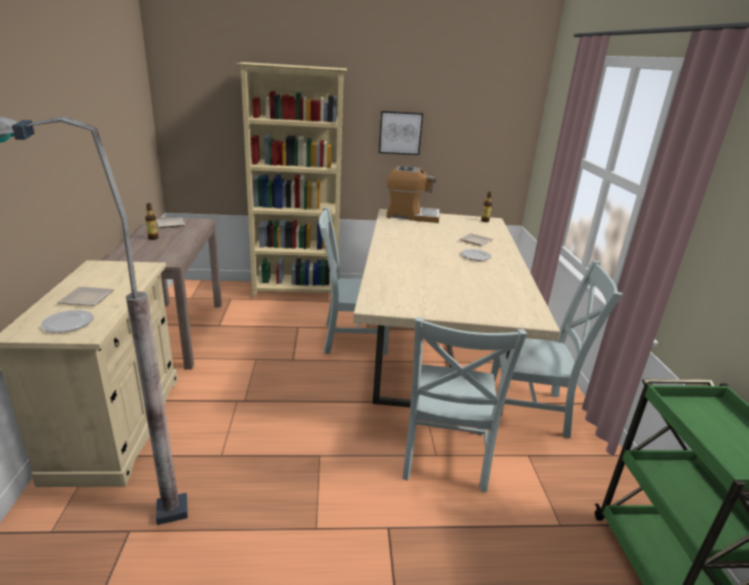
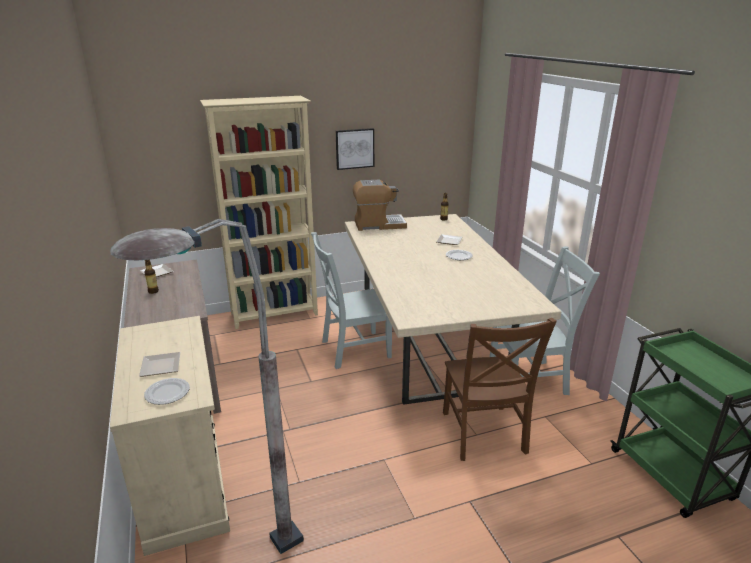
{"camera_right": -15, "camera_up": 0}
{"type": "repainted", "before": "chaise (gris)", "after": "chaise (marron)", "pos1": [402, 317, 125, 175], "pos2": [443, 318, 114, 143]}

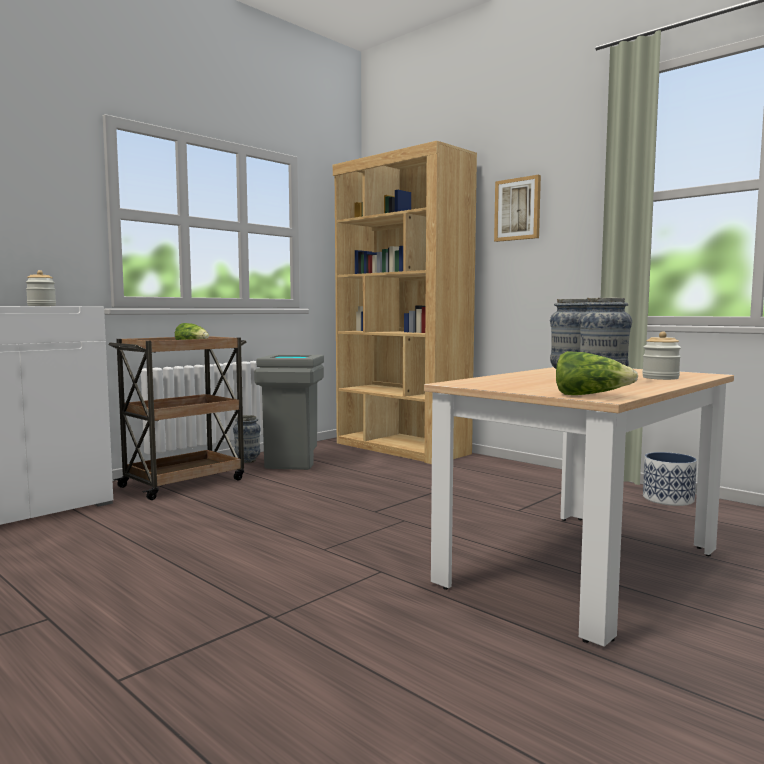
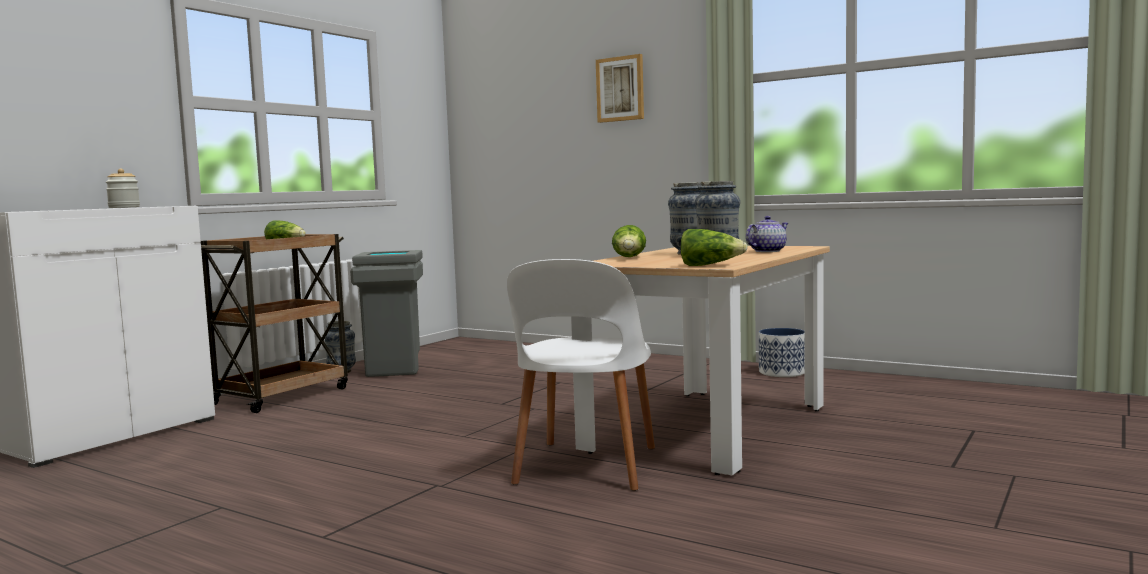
{"camera_right": -10, "camera_up": 0}
{"type": "gone", "before": "bibliothèque (marron)", "pos1": [333, 141, 144, 323]}
{"type": "swapped", "before": "bocal", "after": "théière", "pos1": [642, 331, 39, 49], "pos2": [746, 216, 42, 36]}
{"type": "new", "after": "laitue", "pos2": [612, 225, 34, 32]}
{"type": "new", "after": "chaise (blanc)", "pos2": [507, 259, 148, 232]}

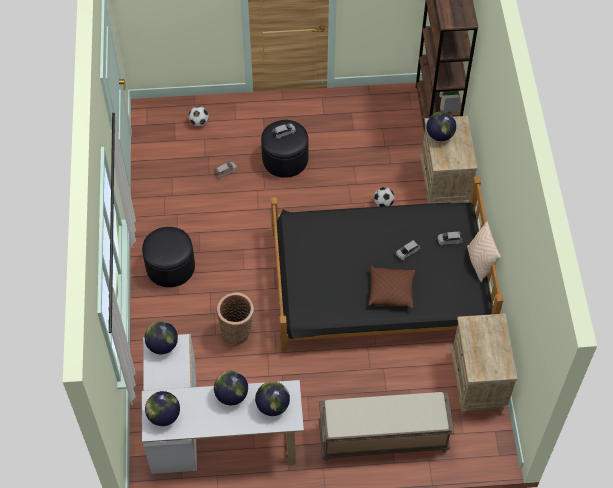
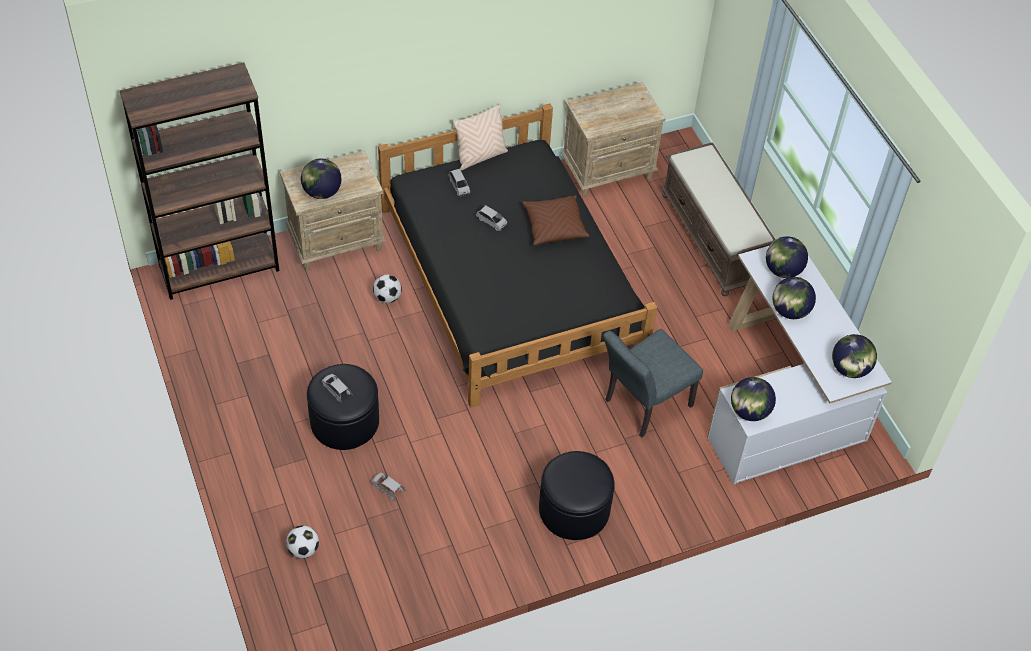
{"camera_right": -110, "camera_up": -5}
{"type": "swapped", "before": "panier", "after": "chaise (gris)", "pos1": [217, 293, 37, 53], "pos2": [603, 329, 100, 108]}

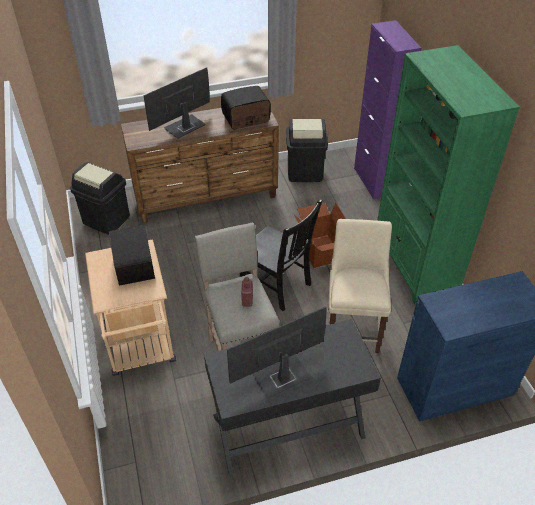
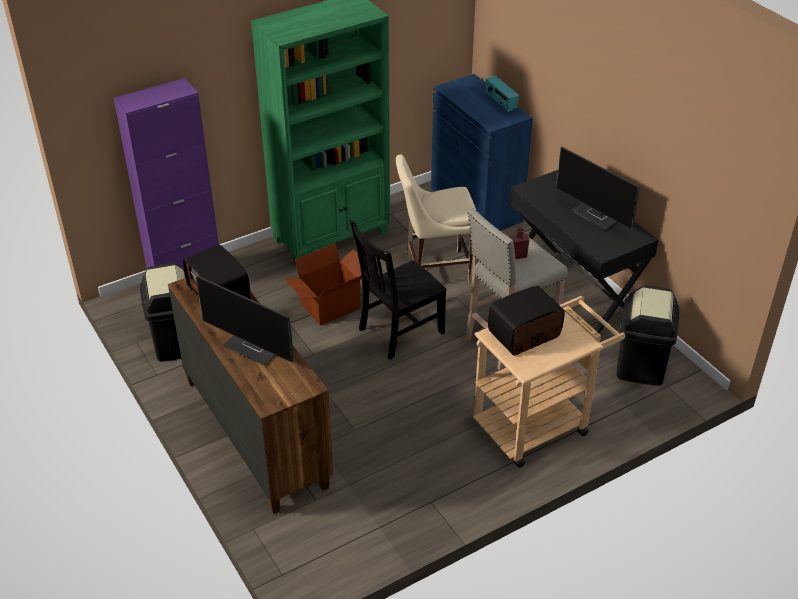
{"camera_right": -105, "camera_up": -5}
{"type": "shifted", "before": "poubelle (noir)", "pos1": [70, 162, 60, 73], "pos2": [616, 285, 63, 101]}
{"type": "rotated", "before": "chaise (noir)", "pos1": [240, 200, 83, 111], "pos2": [350, 220, 97, 140], "turn": -150}
{"type": "new", "after": "radio", "pos2": [486, 76, 33, 36]}

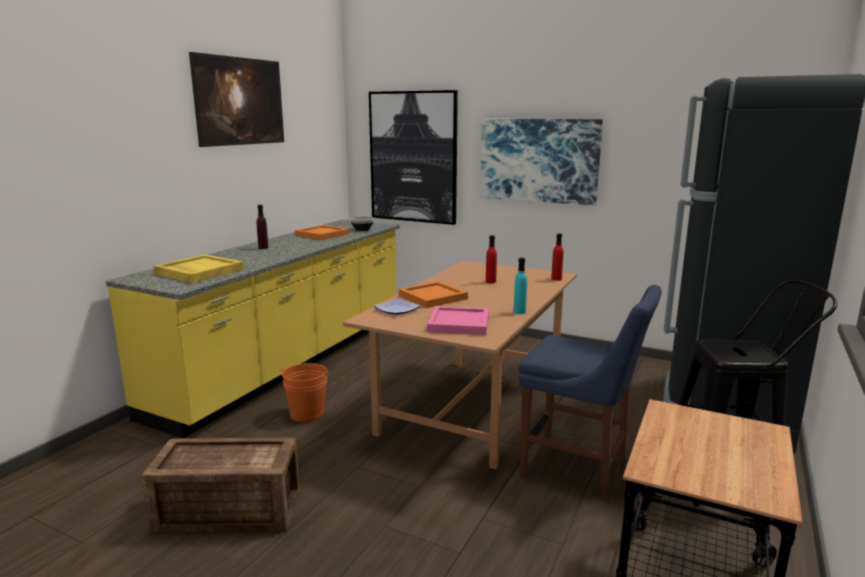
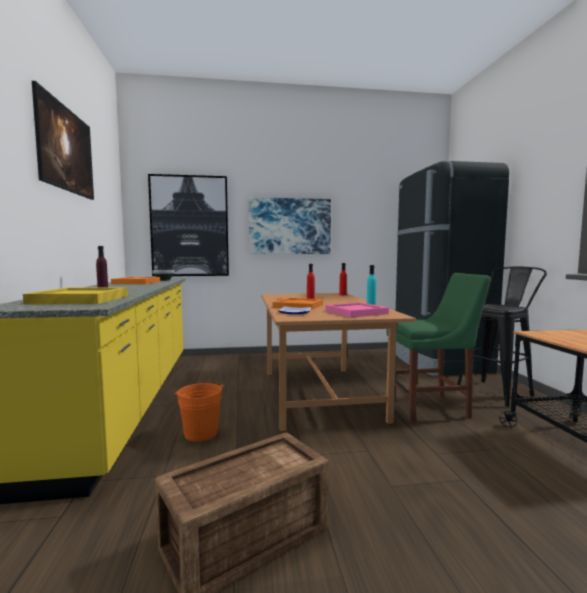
{"camera_right": -35, "camera_up": -10}
{"type": "repainted", "before": "chaise (bleu)", "after": "chaise (vert)", "pos1": [519, 285, 142, 215], "pos2": [386, 273, 105, 148]}

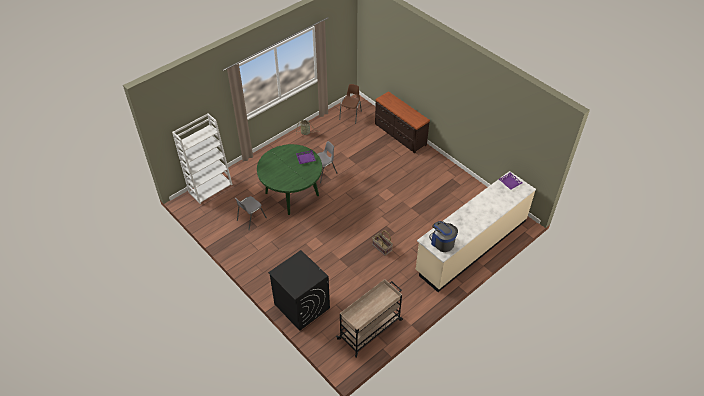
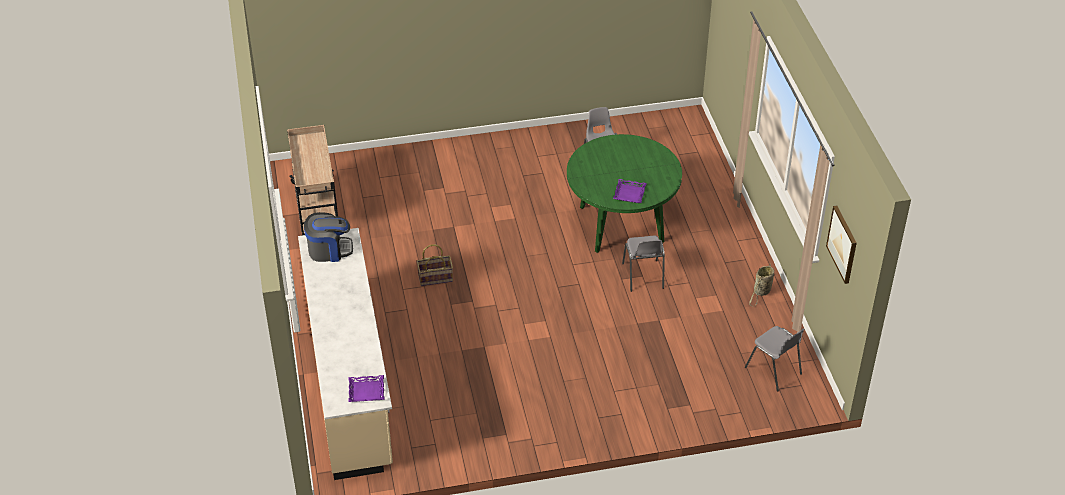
{"camera_right": 120, "camera_up": -5}
{"type": "repainted", "before": "chaise (marron)", "after": "chaise (gris)", "pos1": [339, 84, 23, 40], "pos2": [745, 326, 60, 65]}
{"type": "gone", "before": "commode (marron)", "pos1": [375, 91, 55, 62]}
{"type": "gone", "before": "bibliothèque (blanc)", "pos1": [172, 113, 60, 91]}
{"type": "gone", "before": "lave-linge (noir)", "pos1": [268, 250, 62, 81]}
{"type": "new", "after": "tableau", "pos2": [826, 205, 31, 79]}

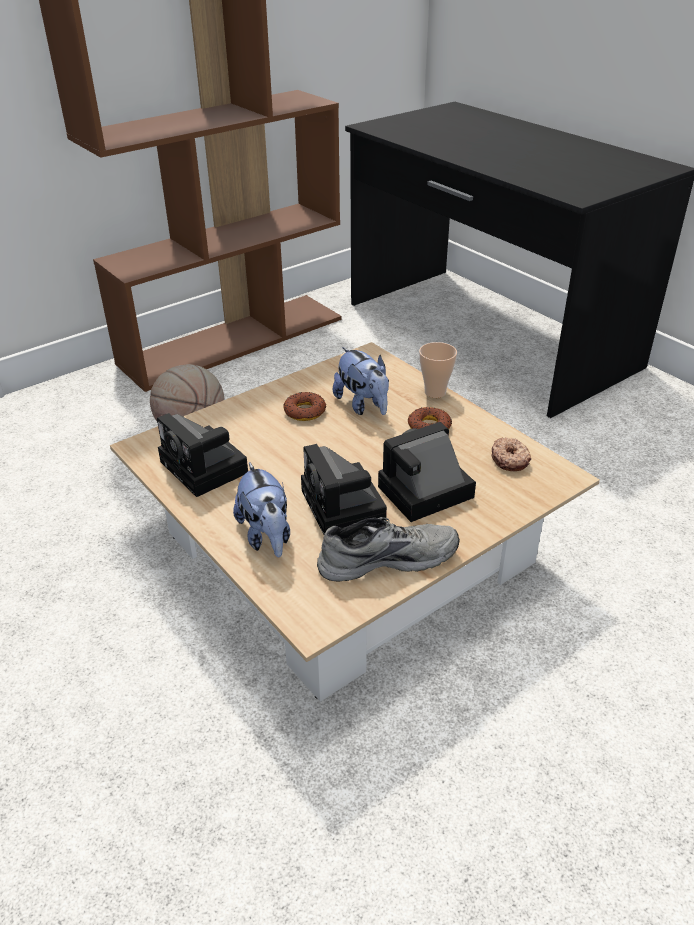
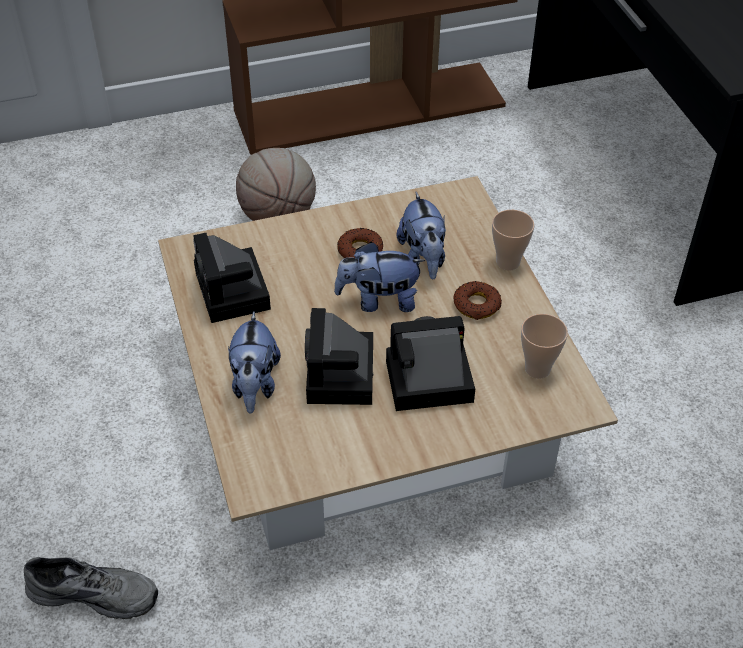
{"camera_right": 20, "camera_up": 10}
{"type": "swapped", "before": "beignet", "after": "tasse", "pos1": [491, 437, 40, 35], "pos2": [521, 314, 47, 65]}
{"type": "shifted", "before": "chaussure (gris)", "pos1": [317, 517, 143, 65], "pos2": [24, 557, 134, 62]}
{"type": "new", "after": "peluche", "pos2": [334, 242, 92, 70]}

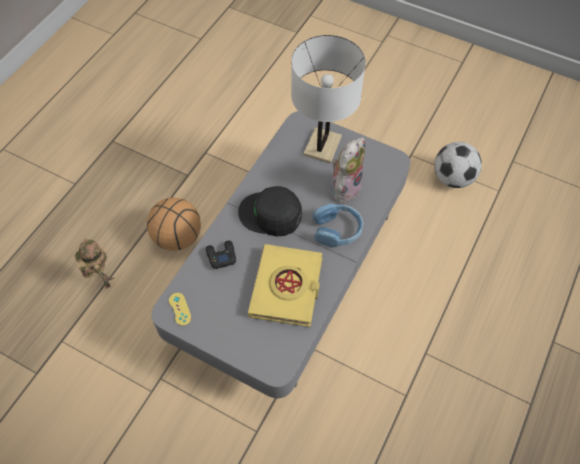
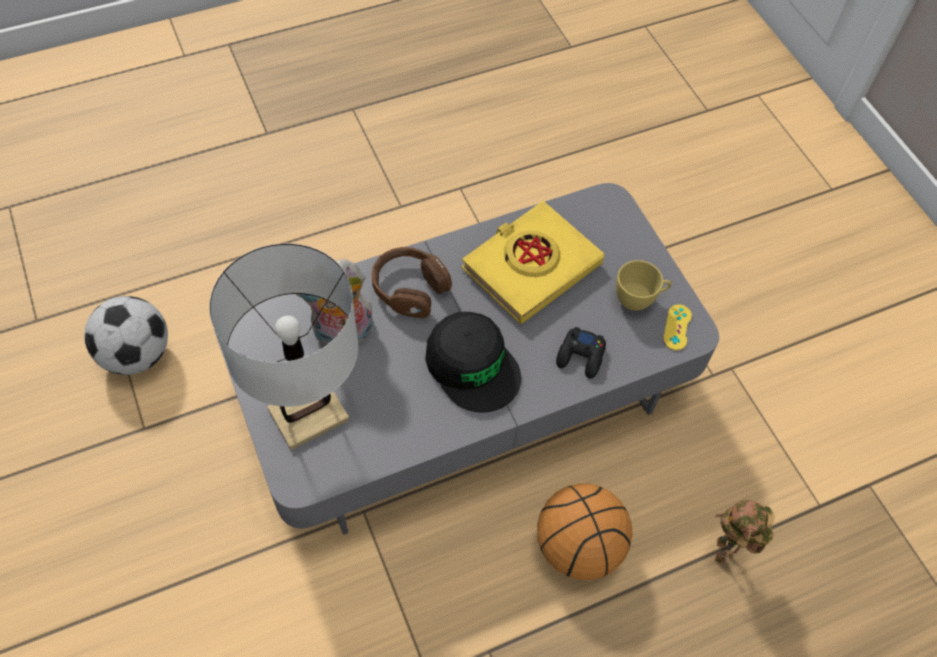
{"camera_right": -145, "camera_up": 0}
{"type": "repainted", "before": "casque audio (bleu)", "after": "casque audio (marron)", "pos1": [312, 203, 51, 44], "pos2": [372, 247, 80, 71]}
{"type": "new", "after": "tasse (jaune)", "pos2": [616, 260, 56, 51]}

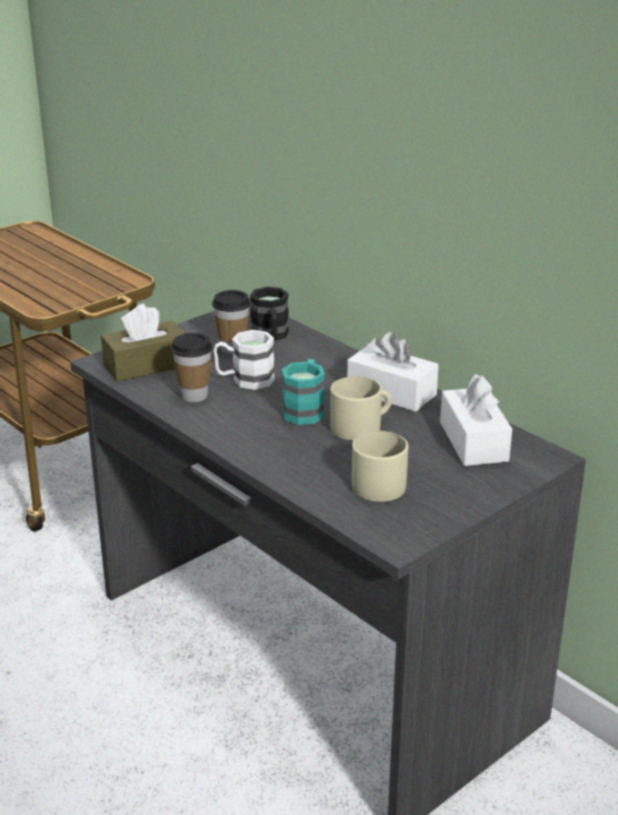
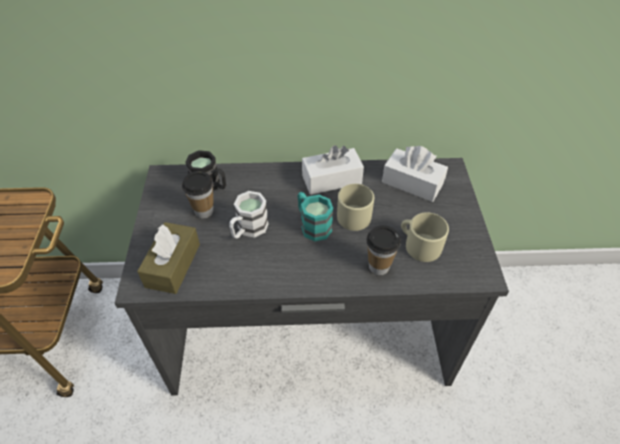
{"camera_right": -50, "camera_up": 20}
{"type": "shifted", "before": "tasse", "pos1": [171, 333, 42, 69], "pos2": [366, 225, 35, 50]}

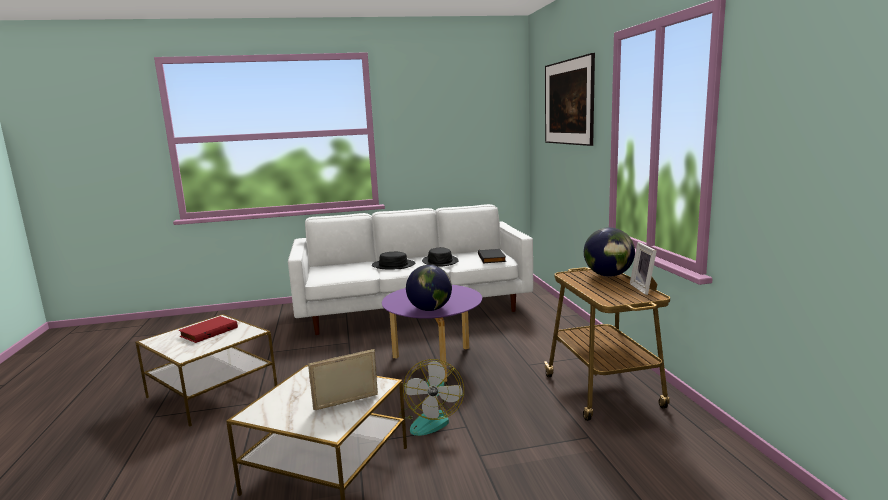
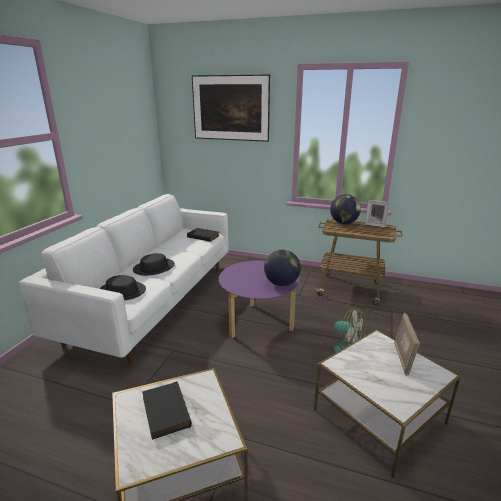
{"camera_right": -60, "camera_up": 10}
{"type": "shifted", "before": "chapeau (noir)", "pos1": [422, 247, 37, 20], "pos2": [100, 275, 46, 25]}
{"type": "repainted", "before": "livre (rouge)", "after": "livre (noir)", "pos1": [179, 316, 59, 27], "pos2": [142, 381, 50, 59]}

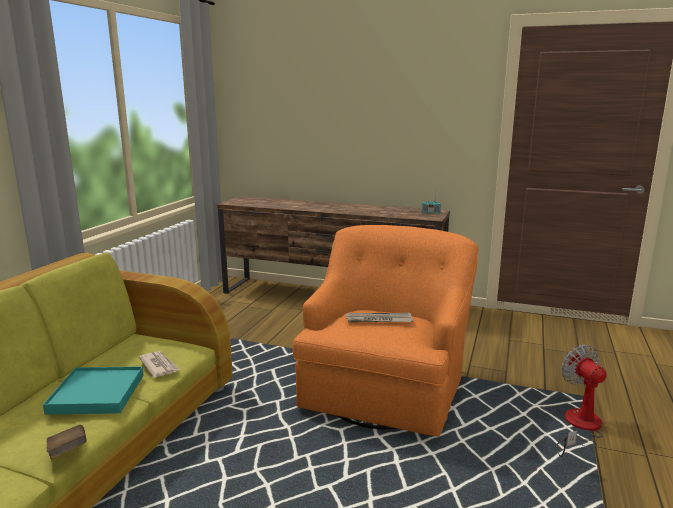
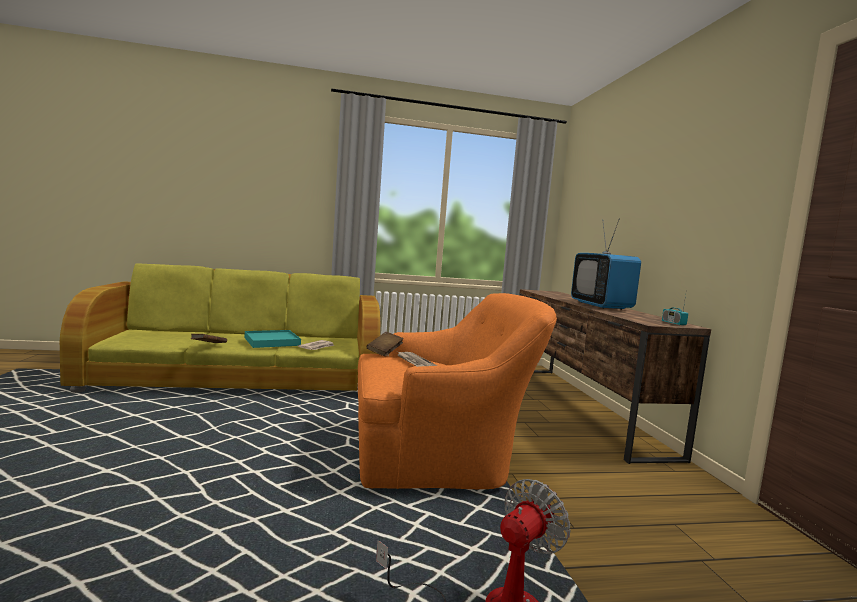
{"camera_right": 60, "camera_up": -10}
{"type": "new", "after": "téléviseur", "pos2": [571, 218, 70, 92]}
{"type": "new", "after": "livre (marron)", "pos2": [367, 332, 37, 24]}

